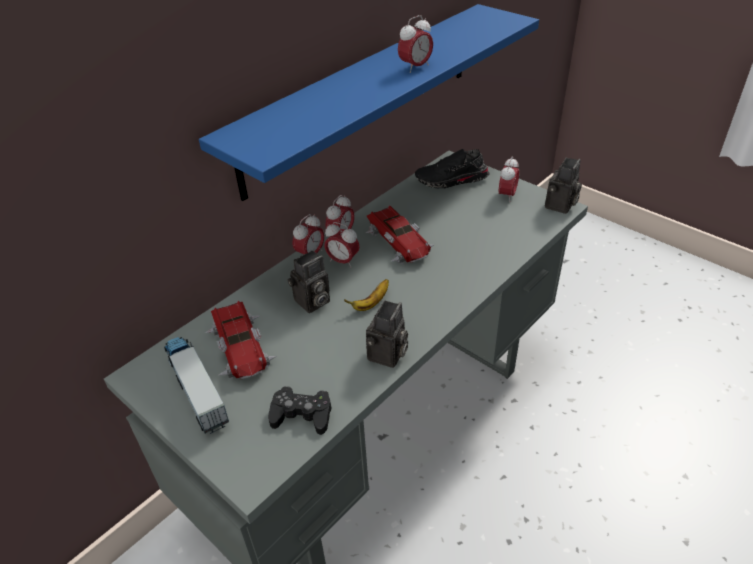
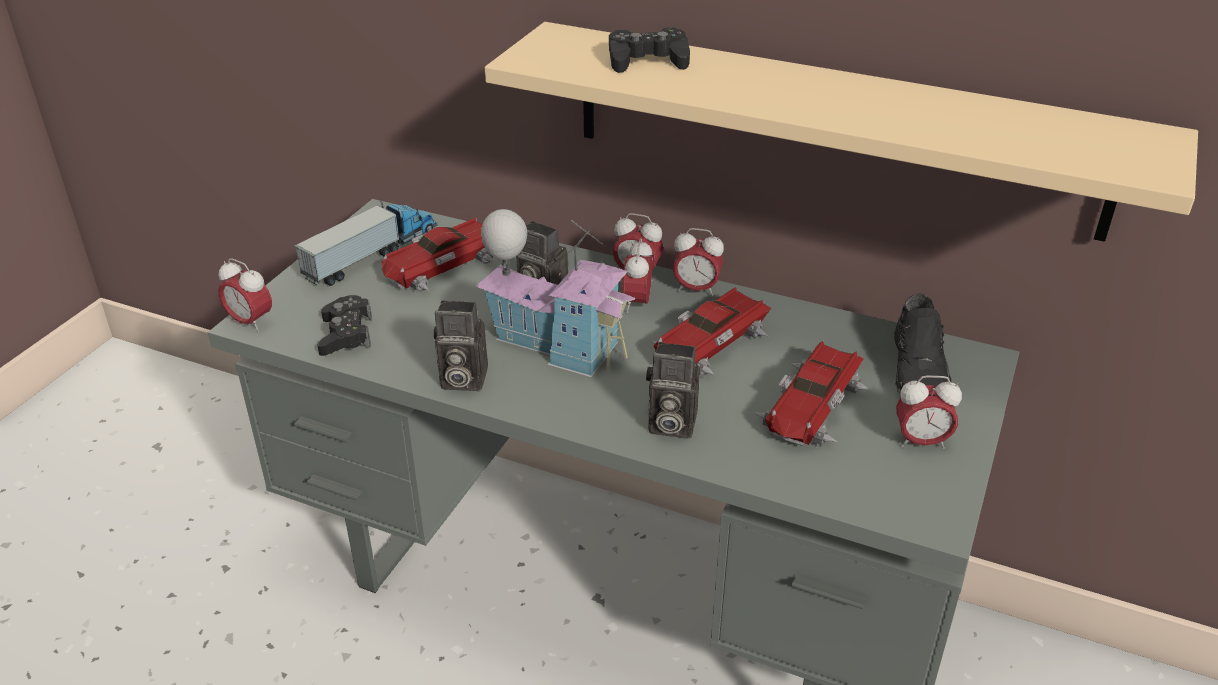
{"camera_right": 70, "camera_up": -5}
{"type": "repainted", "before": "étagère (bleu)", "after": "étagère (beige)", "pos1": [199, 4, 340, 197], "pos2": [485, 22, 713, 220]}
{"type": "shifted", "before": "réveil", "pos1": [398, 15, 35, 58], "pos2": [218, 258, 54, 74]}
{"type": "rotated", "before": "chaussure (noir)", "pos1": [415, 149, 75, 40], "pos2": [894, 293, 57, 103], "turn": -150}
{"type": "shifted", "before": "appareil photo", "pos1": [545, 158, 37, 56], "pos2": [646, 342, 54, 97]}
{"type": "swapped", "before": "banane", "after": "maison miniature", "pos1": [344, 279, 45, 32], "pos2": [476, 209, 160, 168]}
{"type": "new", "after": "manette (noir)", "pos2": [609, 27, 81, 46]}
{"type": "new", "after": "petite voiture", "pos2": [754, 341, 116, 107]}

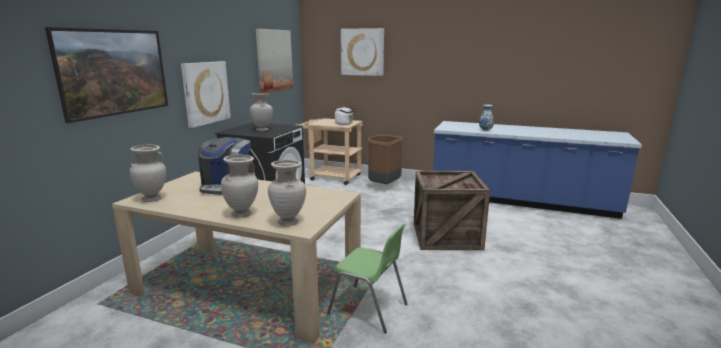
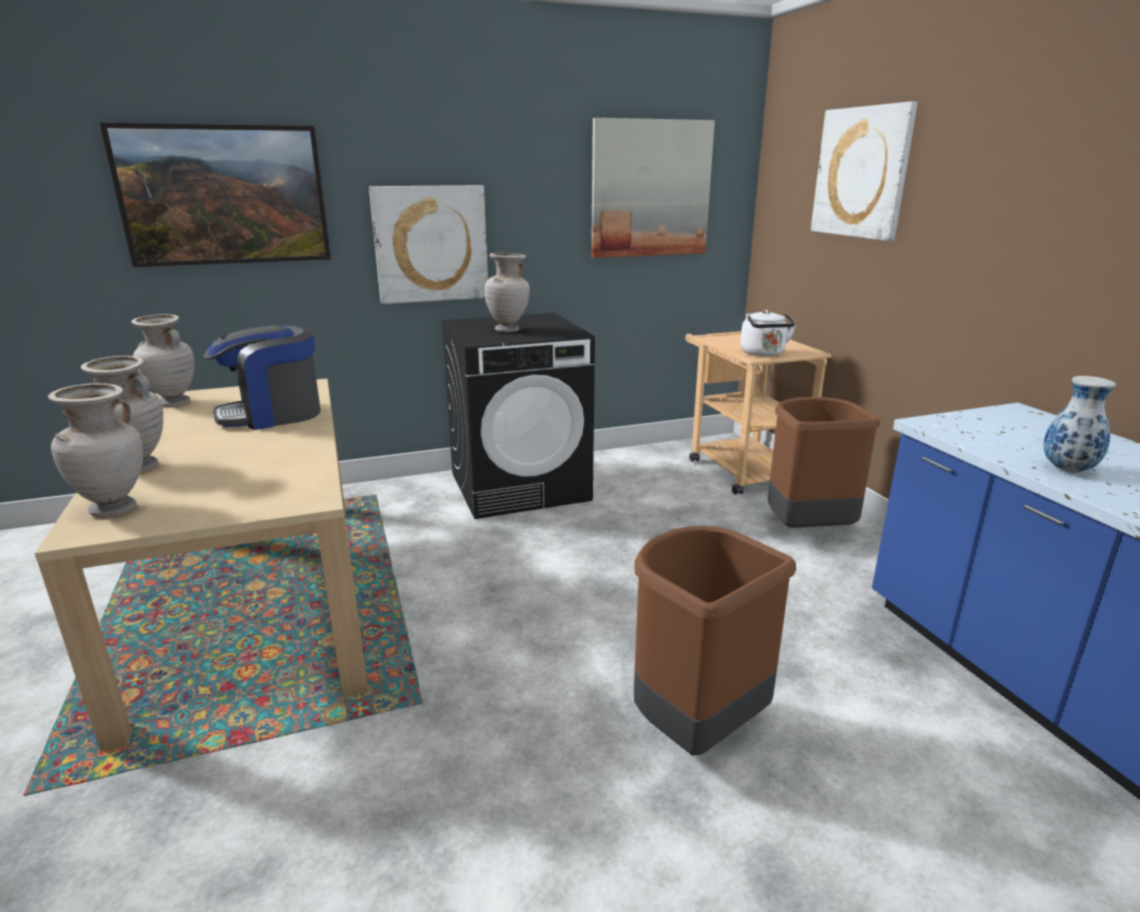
{"camera_right": 50, "camera_up": 5}
{"type": "swapped", "before": "caisse", "after": "poubelle (marron)", "pos1": [414, 171, 76, 79], "pos2": [634, 526, 162, 230]}
{"type": "gone", "before": "chaise (vert)", "pos1": [327, 224, 80, 110]}

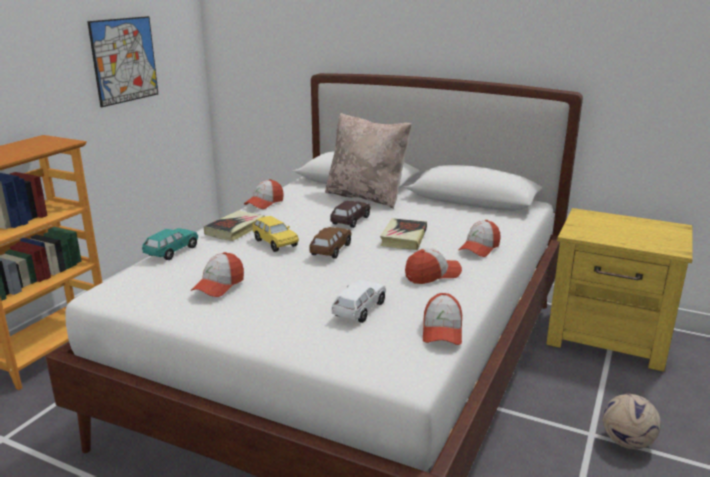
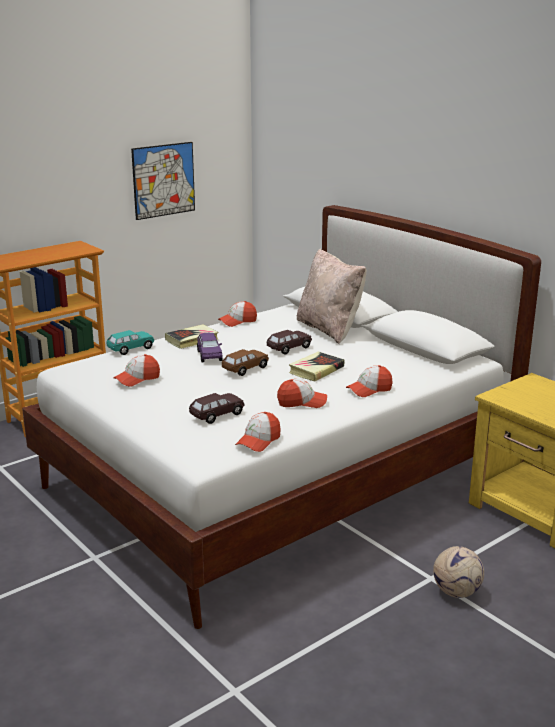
{"camera_right": 25, "camera_up": 0}
{"type": "repainted", "before": "petite voiture (jaune)", "after": "petite voiture (violet)", "pos1": [253, 216, 46, 36], "pos2": [197, 333, 26, 29]}
{"type": "repainted", "before": "petite voiture (blanc)", "after": "petite voiture (marron)", "pos1": [332, 280, 54, 43], "pos2": [189, 393, 55, 31]}

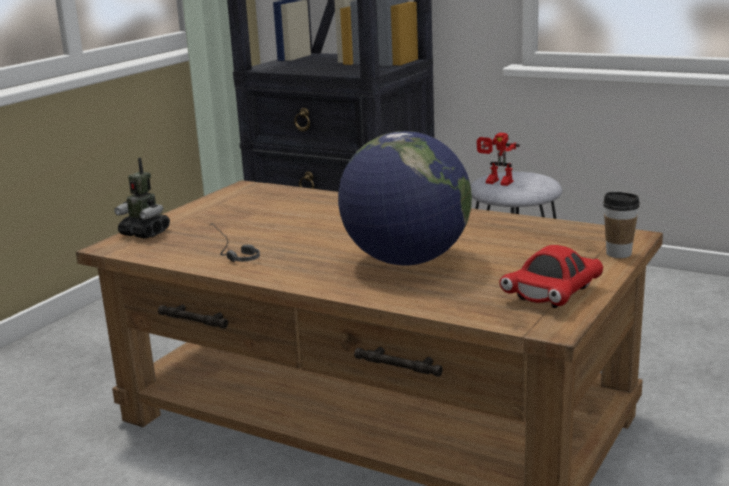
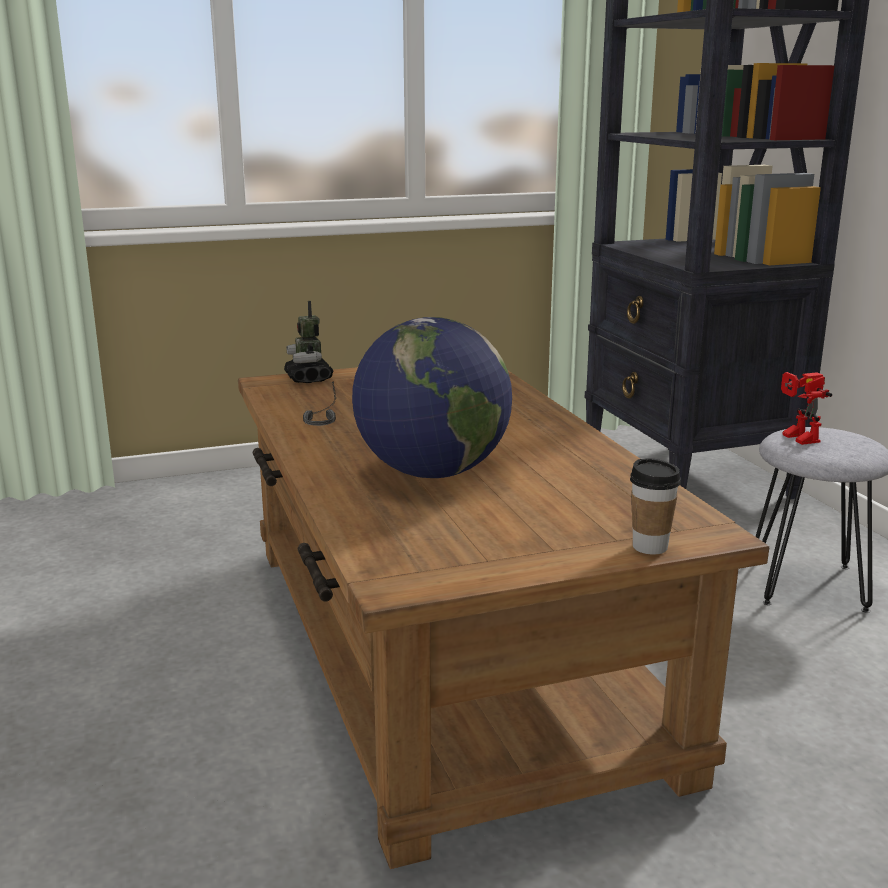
{"camera_right": 40, "camera_up": 0}
{"type": "gone", "before": "petite voiture (rouge)", "pos1": [499, 245, 104, 63]}

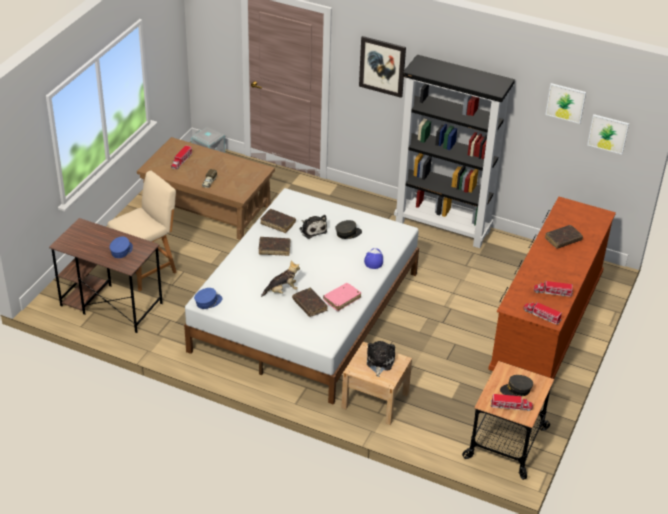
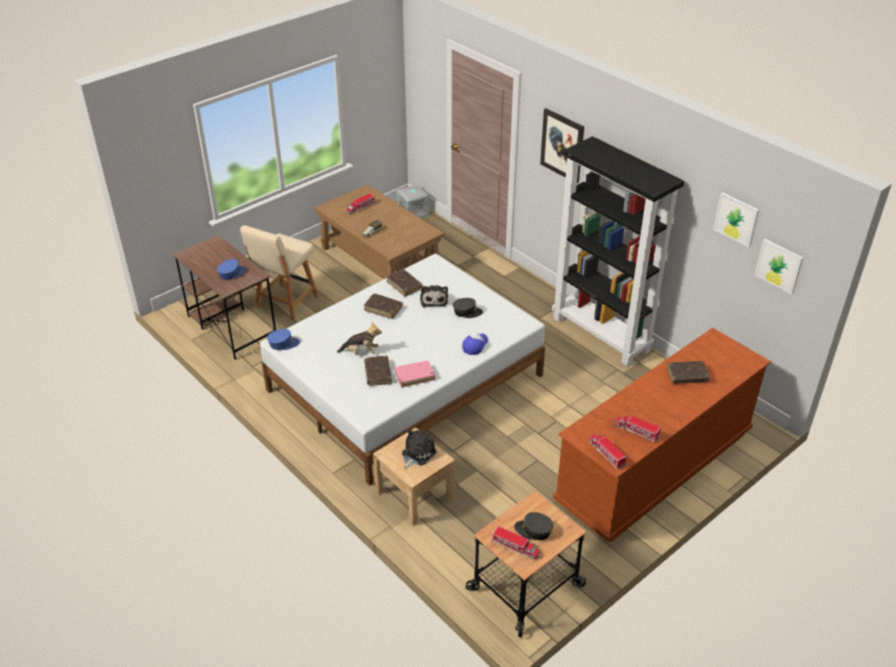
{"camera_right": 25, "camera_up": 0}
{"type": "rotated", "before": "chaise (beige)", "pos1": [107, 171, 70, 120], "pos2": [240, 225, 79, 96], "turn": 135}

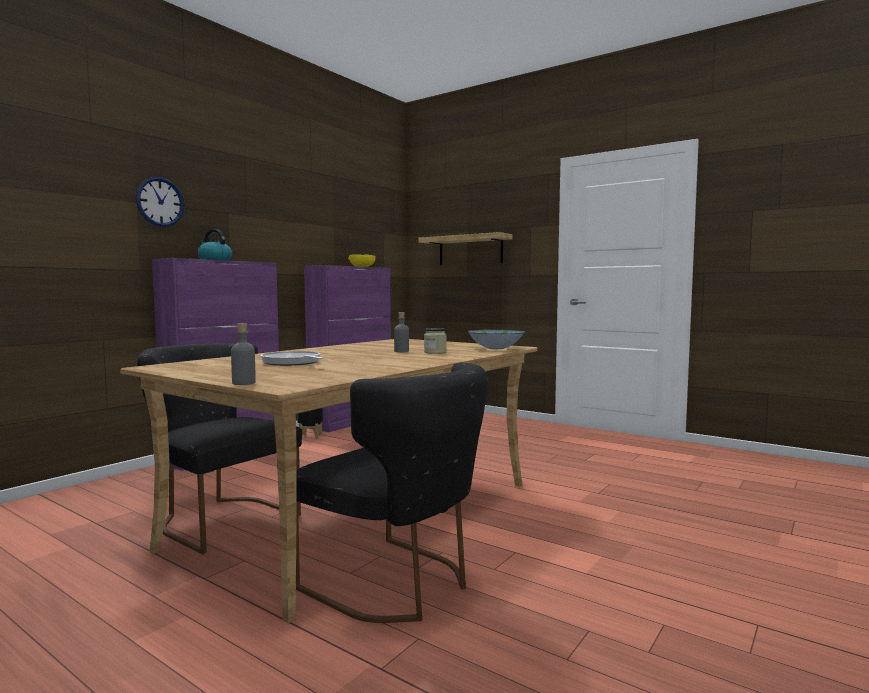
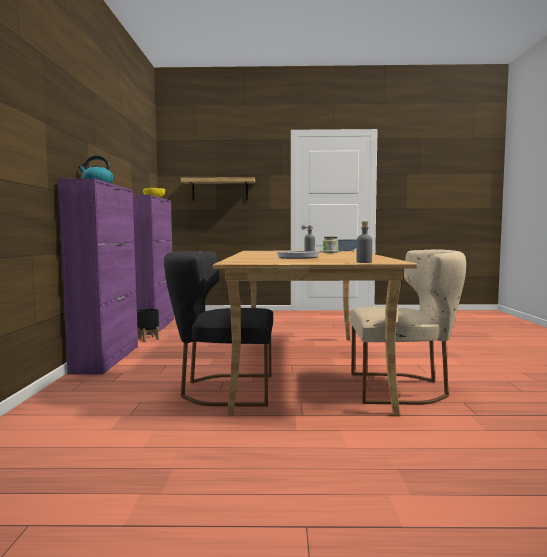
{"camera_right": -35, "camera_up": 0}
{"type": "gone", "before": "horloge murale", "pos1": [136, 177, 48, 50]}
{"type": "repainted", "before": "chaise (noir)", "after": "chaise (beige)", "pos1": [296, 363, 192, 260], "pos2": [350, 250, 116, 155]}

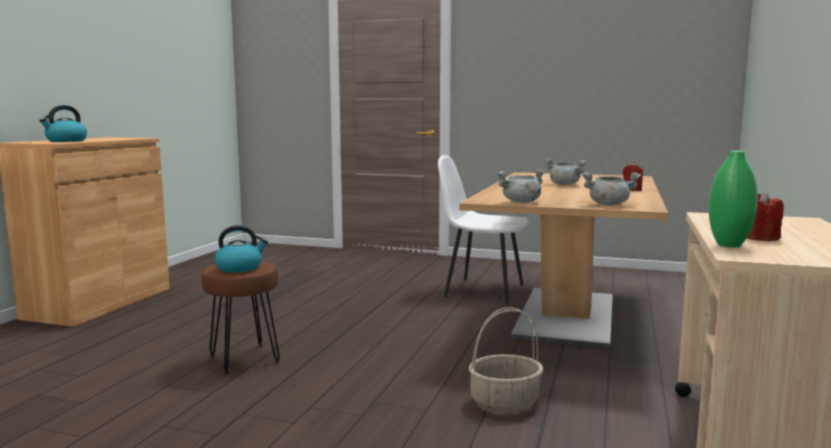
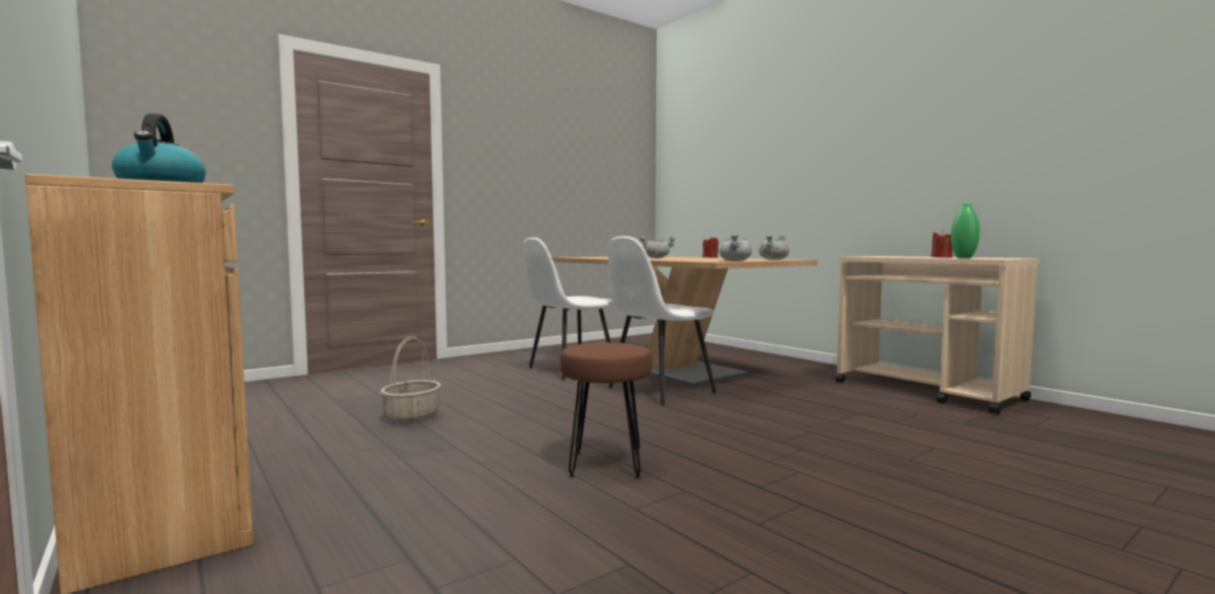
{"camera_right": -55, "camera_up": -5}
{"type": "gone", "before": "bouilloire", "pos1": [214, 225, 54, 48]}
{"type": "shifted", "before": "panier", "pos1": [468, 307, 75, 105], "pos2": [380, 336, 61, 88]}
{"type": "new", "after": "chaise (blanc)", "pos2": [608, 236, 109, 169]}

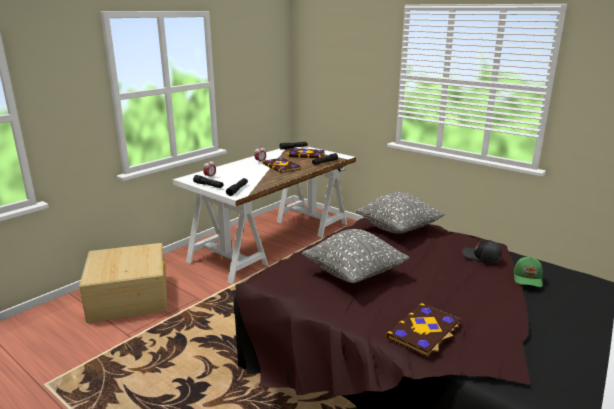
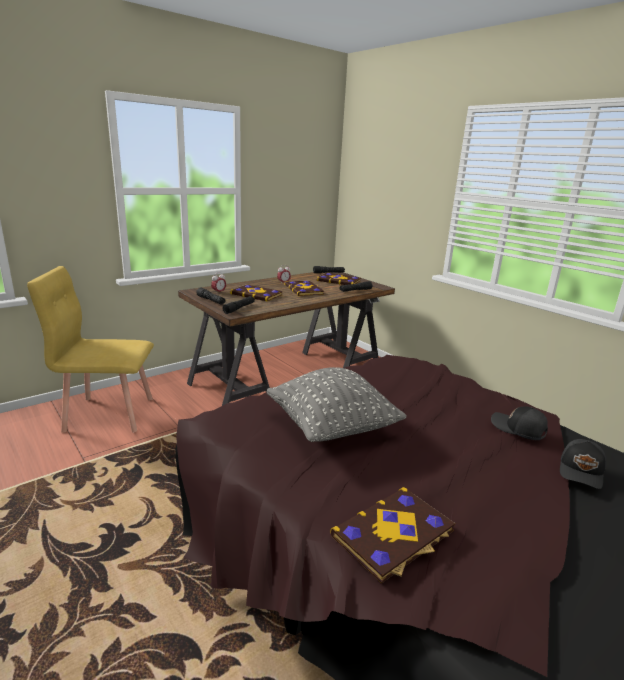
{"camera_right": 10, "camera_up": 0}
{"type": "repainted", "before": "bureau (blanc)", "after": "bureau (marron)", "pos1": [173, 146, 183, 138], "pos2": [178, 272, 217, 134]}
{"type": "gone", "before": "coussin (gris)", "pos1": [355, 192, 90, 41]}
{"type": "swapped", "before": "boîte de rangement (beige)", "after": "chaise (jaune)", "pos1": [79, 243, 88, 80], "pos2": [27, 266, 127, 167]}
{"type": "repainted", "before": "casquette (vert)", "after": "casquette (noir)", "pos1": [514, 257, 29, 30], "pos2": [560, 439, 46, 50]}
{"type": "new", "after": "livre", "pos2": [230, 284, 53, 18]}

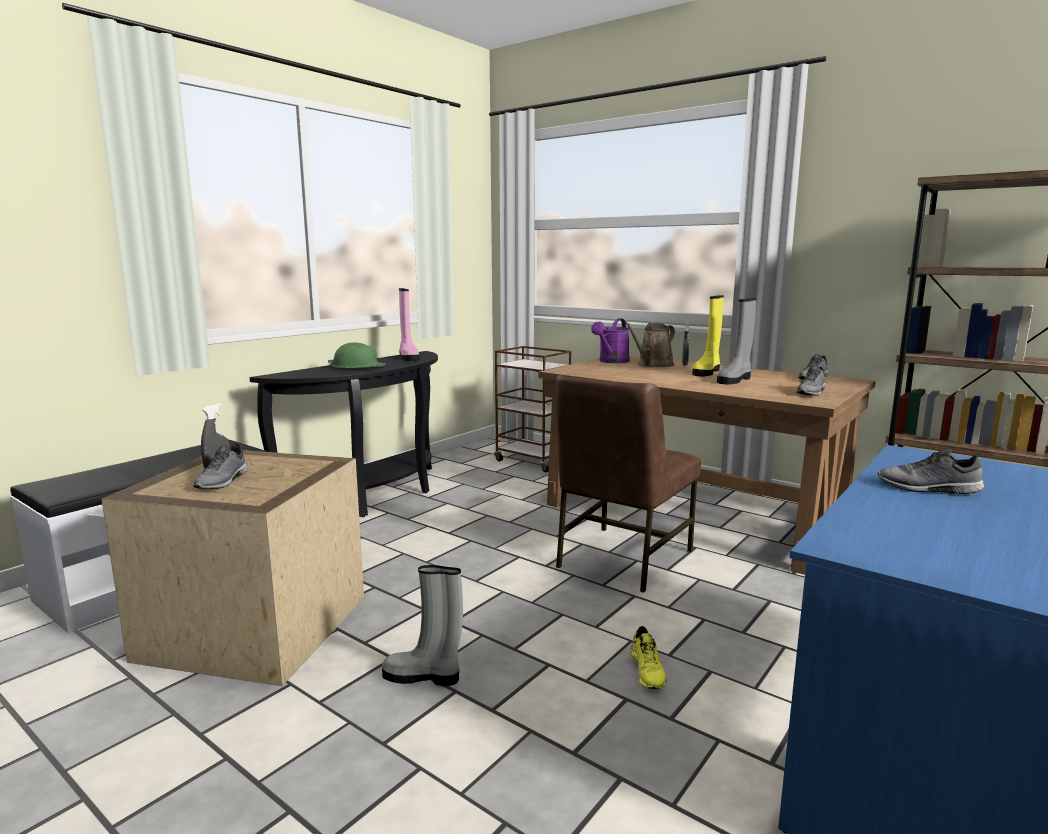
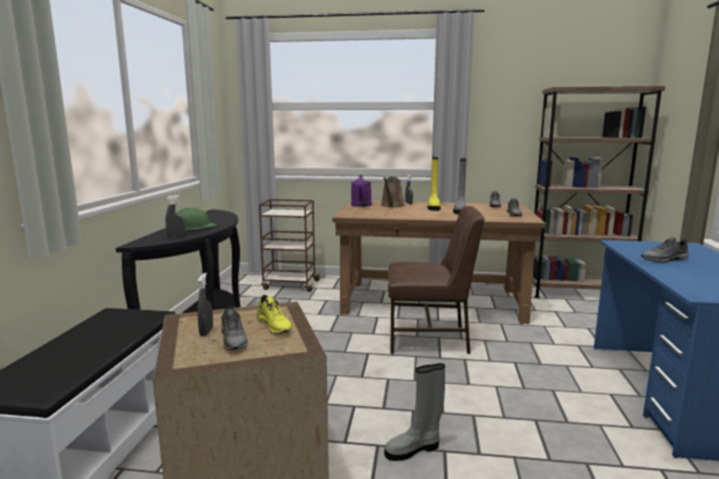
{"camera_right": -30, "camera_up": 0}
{"type": "gone", "before": "botte (rose)", "pos1": [399, 288, 20, 73]}
{"type": "rotated", "before": "chaise (marron)", "pos1": [556, 375, 145, 218], "pos2": [388, 206, 97, 148], "turn": -90}
{"type": "shifted", "before": "chaussure (jaune)", "pos1": [630, 626, 37, 63], "pos2": [257, 295, 35, 39]}
{"type": "new", "after": "vaporisateur (gris)", "pos2": [165, 195, 20, 42]}

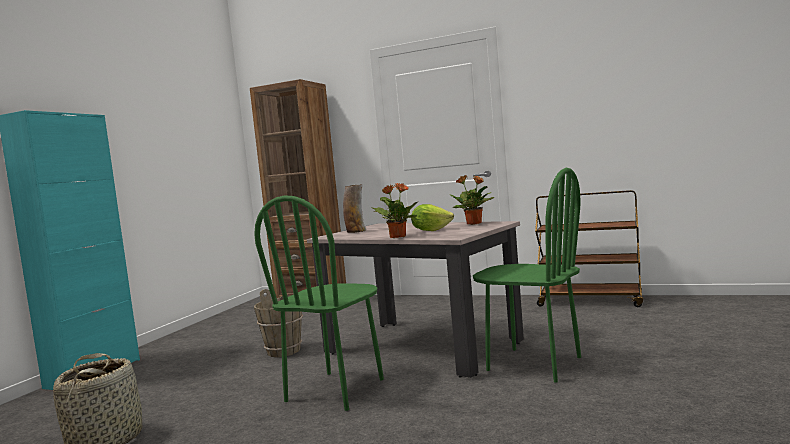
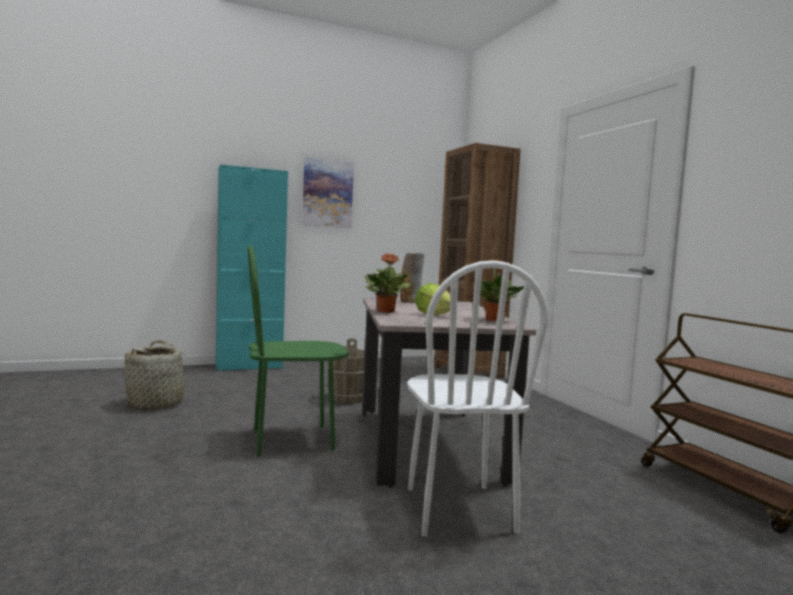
{"camera_right": 45, "camera_up": 0}
{"type": "repainted", "before": "chaise (vert)", "after": "chaise (blanc)", "pos1": [473, 168, 108, 215], "pos2": [407, 260, 141, 277]}
{"type": "new", "after": "tableau", "pos2": [302, 157, 52, 71]}

